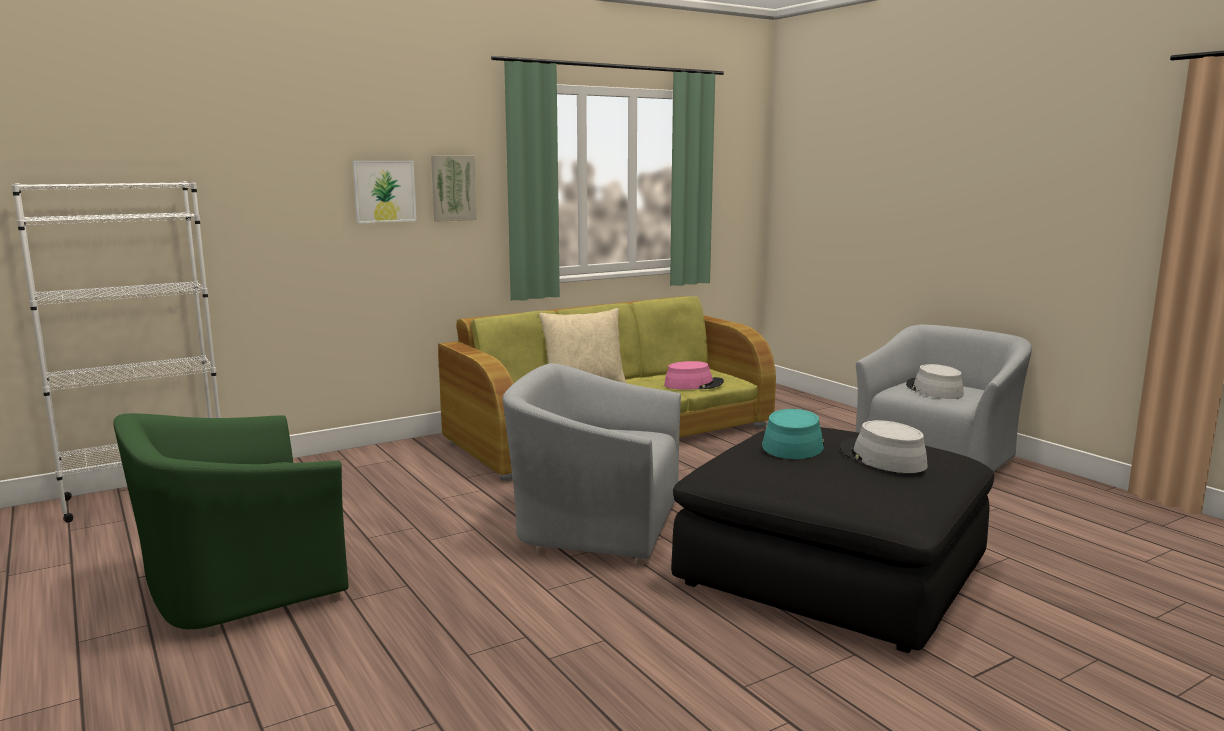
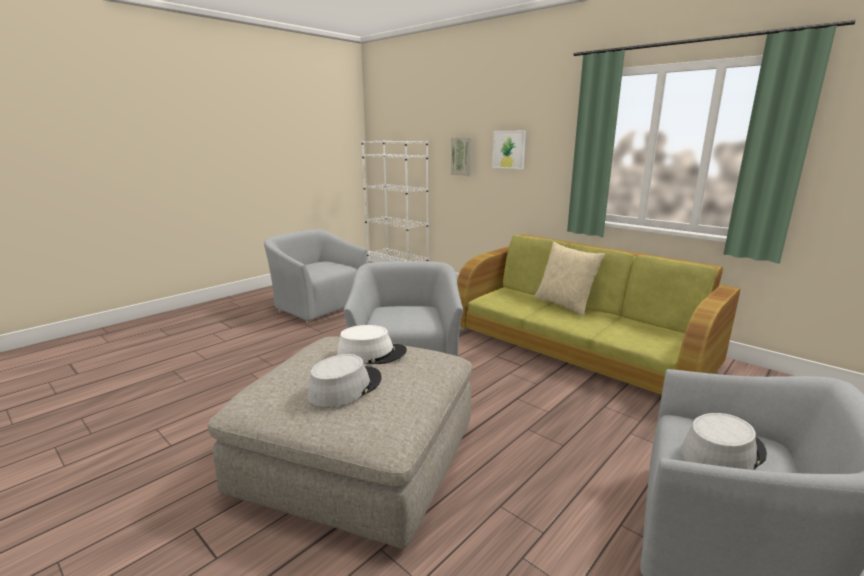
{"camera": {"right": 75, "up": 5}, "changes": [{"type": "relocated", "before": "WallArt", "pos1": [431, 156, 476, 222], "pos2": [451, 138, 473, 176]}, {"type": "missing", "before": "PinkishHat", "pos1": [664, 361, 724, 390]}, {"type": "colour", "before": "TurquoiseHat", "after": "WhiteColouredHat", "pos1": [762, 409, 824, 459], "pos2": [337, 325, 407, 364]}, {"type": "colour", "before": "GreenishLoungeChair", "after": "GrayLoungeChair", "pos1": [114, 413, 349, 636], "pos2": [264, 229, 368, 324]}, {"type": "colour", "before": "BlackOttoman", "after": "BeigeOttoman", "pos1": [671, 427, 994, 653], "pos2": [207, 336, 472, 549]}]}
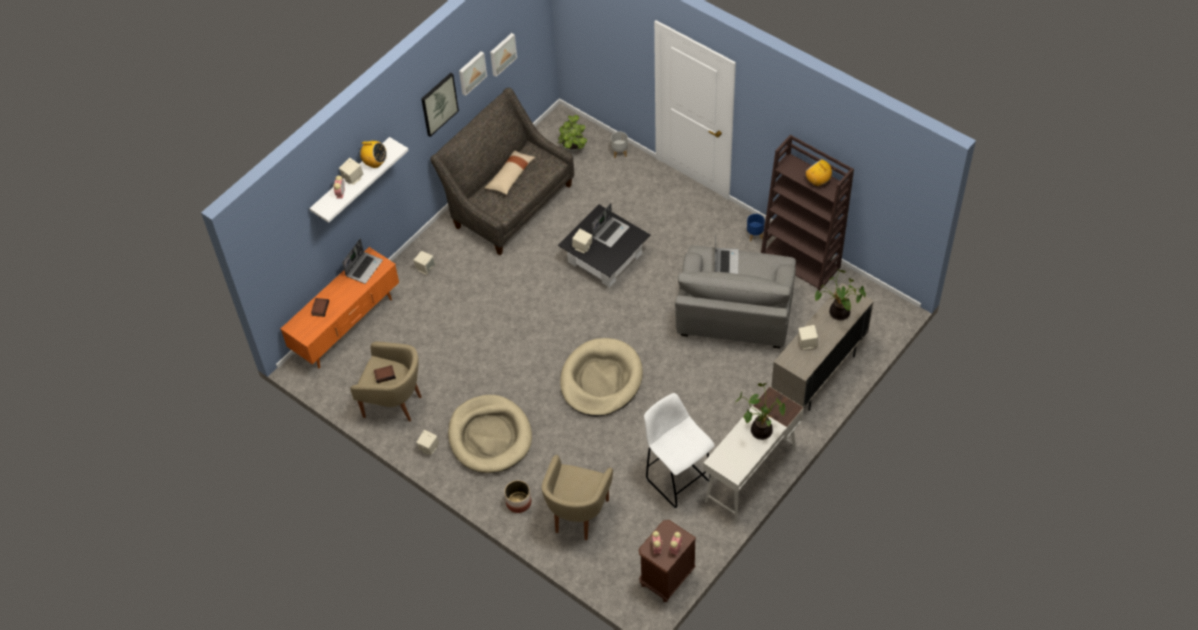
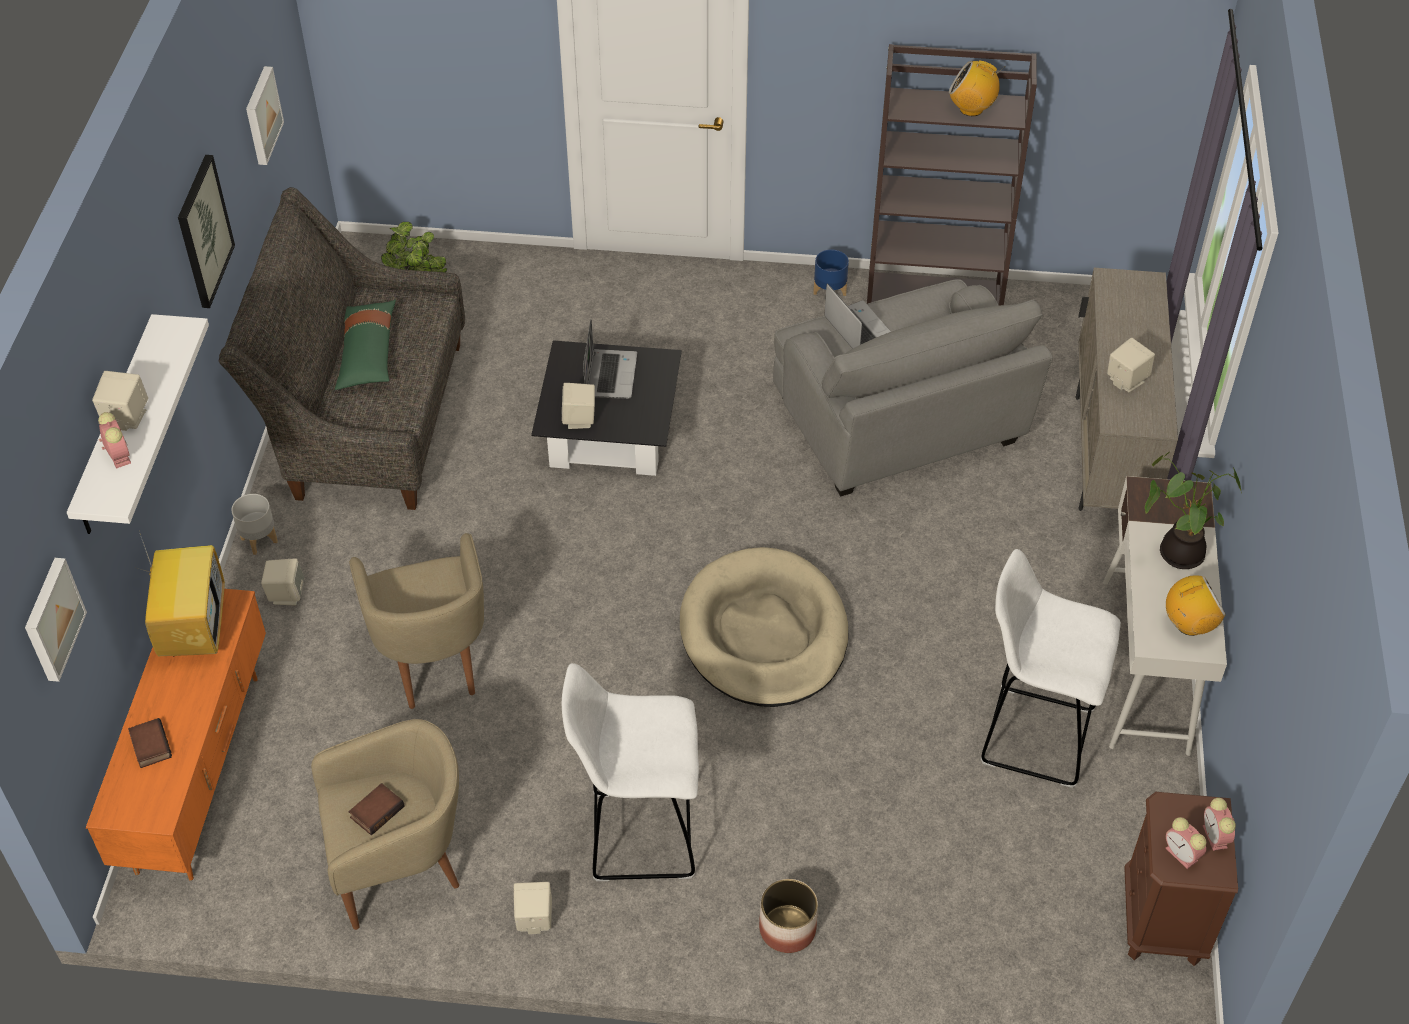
{"camera": {"right": -35, "up": -5}, "changes": [{"type": "relocated", "before": "WallArt", "pos1": [459, 51, 487, 96], "pos2": [25, 558, 87, 682]}, {"type": "relocated", "before": "GrayFlowerPot", "pos1": [611, 131, 628, 158], "pos2": [231, 494, 278, 555]}, {"type": "relocated", "before": "Radio", "pos1": [356, 141, 387, 168], "pos2": [1166, 575, 1226, 636]}, {"type": "colour", "before": "BeigeCushion", "after": "GreenishCushion", "pos1": [485, 150, 535, 195], "pos2": [335, 300, 396, 390]}, {"type": "exchanged", "before": "PortableComputer", "after": "Television", "pos1": [342, 239, 383, 284], "pos2": [138, 531, 225, 656]}, {"type": "missing", "before": "PlantInAPot", "pos1": [815, 269, 866, 320]}, {"type": "exchanged", "before": "BeigeDogBed", "after": "WhiteColouredStool", "pos1": [448, 395, 532, 473], "pos2": [562, 663, 699, 881]}, {"type": "relocated", "before": "BeigeLoungeChair", "pos1": [542, 455, 613, 540], "pos2": [349, 533, 484, 709]}]}
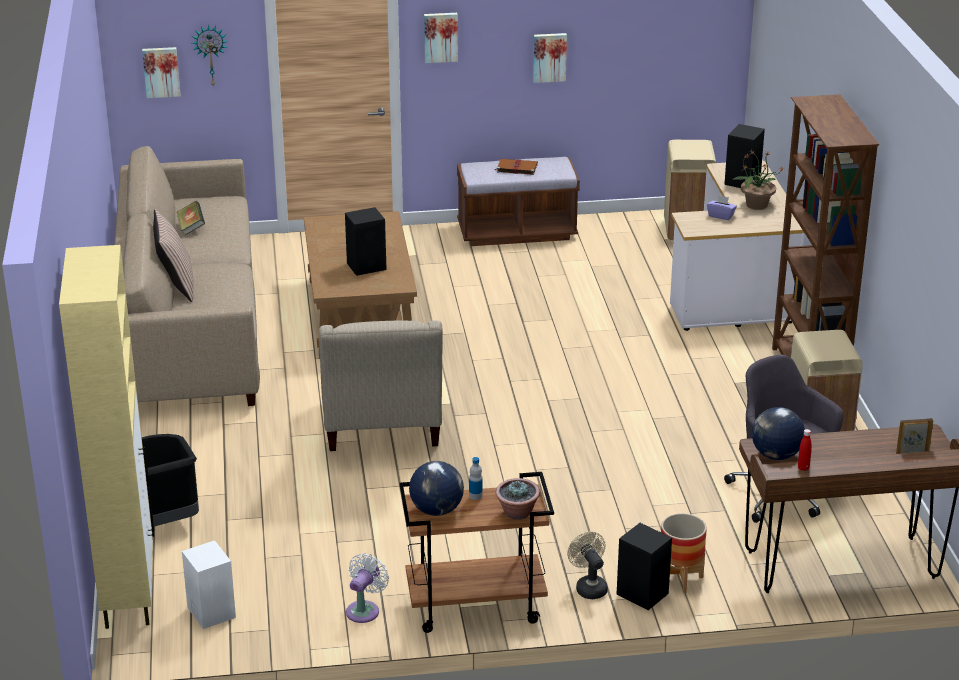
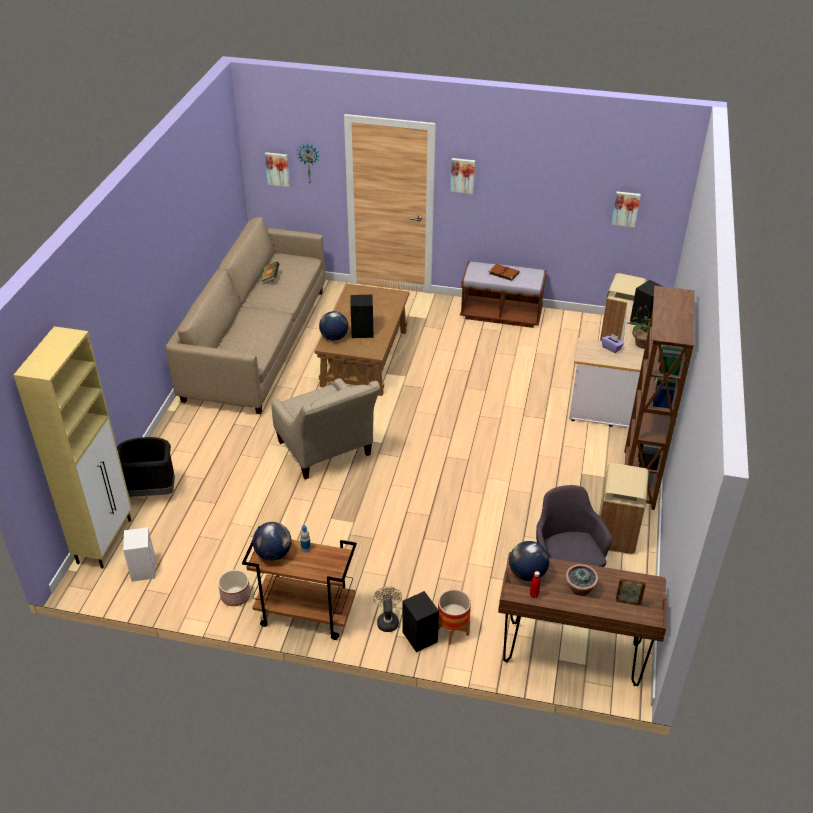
{"camera": {"right": 20, "up": 10}, "changes": [{"type": "relocated", "before": "WallArt", "pos1": [533, 33, 567, 83], "pos2": [611, 191, 641, 227]}, {"type": "missing", "before": "Cushion", "pos1": [153, 209, 194, 302]}, {"type": "spun", "before": "BeigeLoungeChair", "pos1": [319, 320, 443, 451], "pos2": [271, 378, 380, 479], "turn": -45}, {"type": "relocated", "before": "PlantInAPot", "pos1": [496, 478, 540, 520], "pos2": [566, 564, 599, 596]}, {"type": "exchanged", "before": "WhiteColouredCoolingFan", "after": "FlowerPot", "pos1": [346, 553, 389, 623], "pos2": [218, 570, 251, 606]}, {"type": "appeared", "after": "DeskGlobe", "pos2": [319, 311, 348, 341]}]}
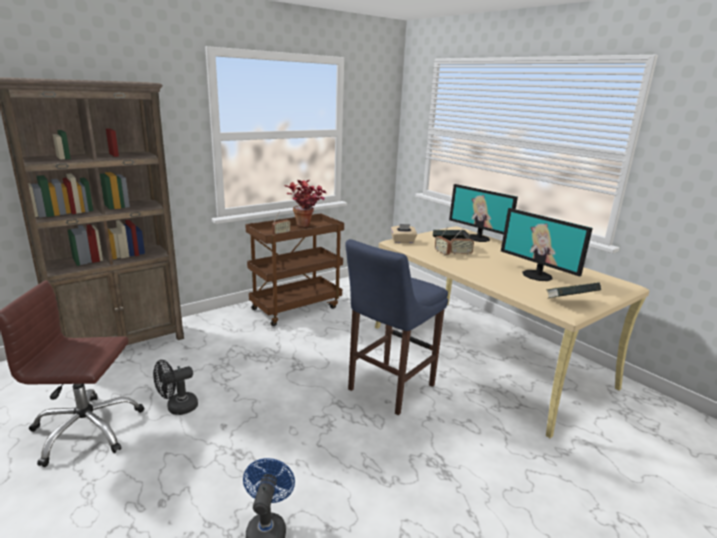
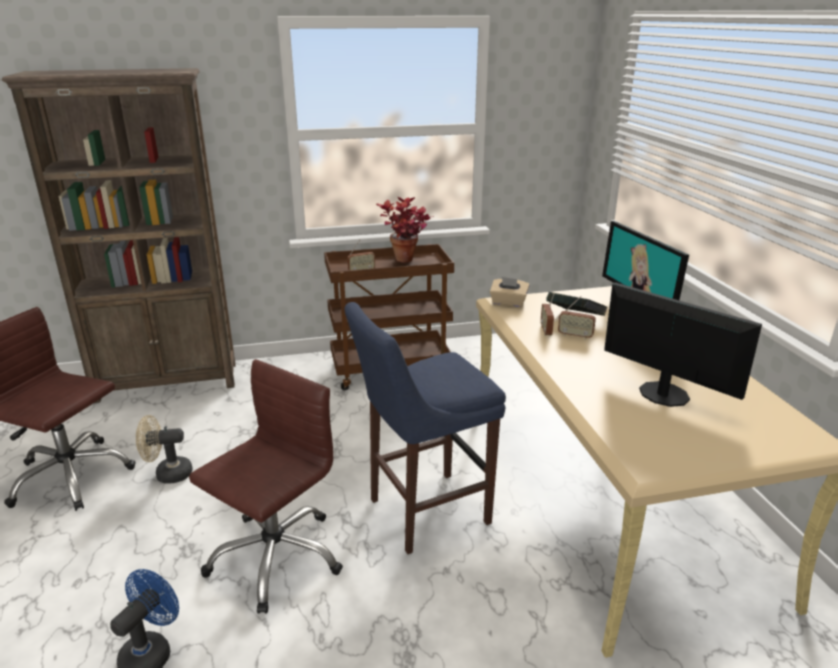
{"camera": {"right": 25, "up": 5}, "changes": [{"type": "spun", "before": "ComputerDisplay", "pos1": [501, 208, 593, 281], "pos2": [604, 282, 762, 407], "turn": 150}, {"type": "missing", "before": "BoundBook", "pos1": [547, 282, 601, 299]}, {"type": "colour", "before": "BlackCoolingFan", "after": "BeigeCoolingFan", "pos1": [153, 360, 198, 415], "pos2": [136, 415, 192, 484]}, {"type": "appeared", "after": "BrownColouredDeskChair", "pos2": [189, 359, 343, 614]}]}
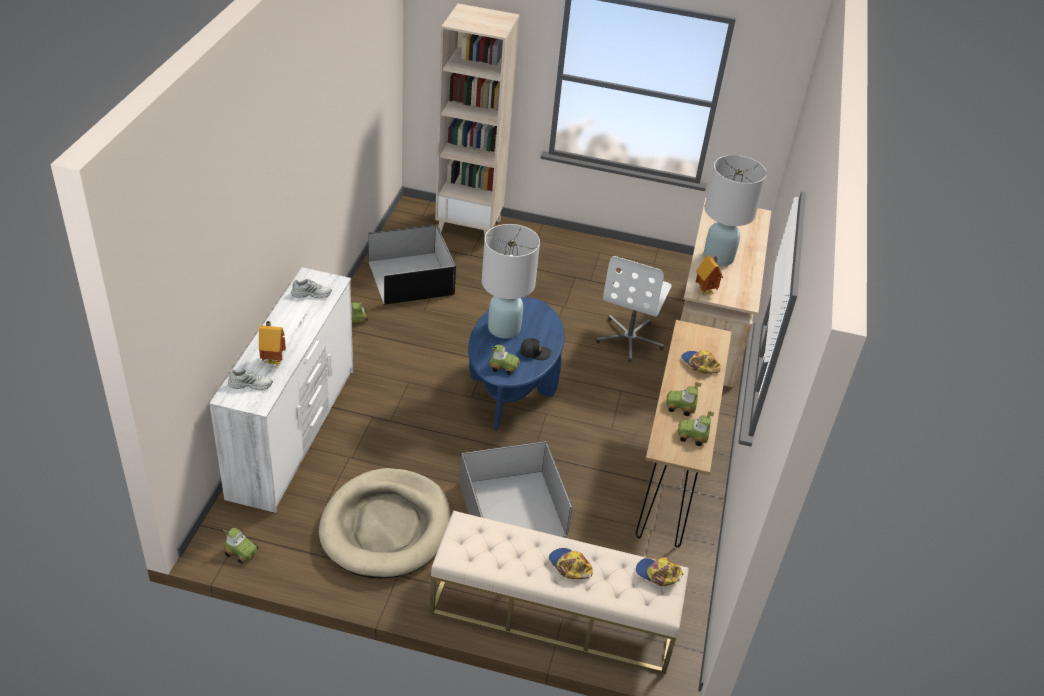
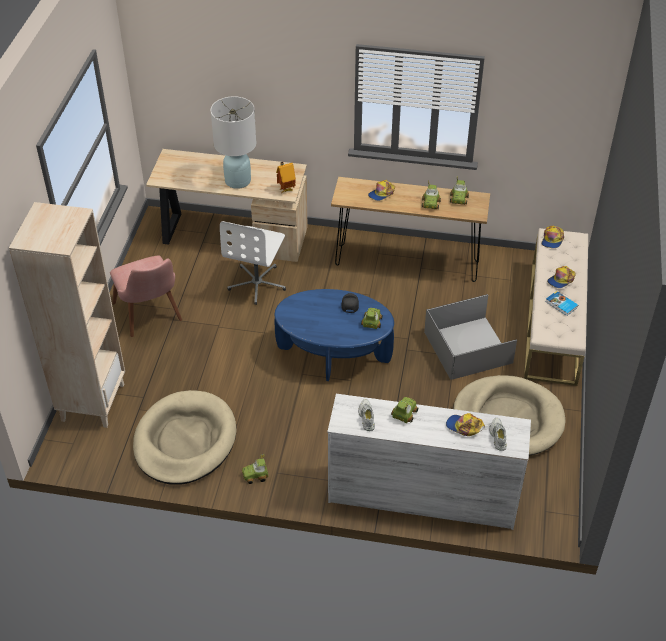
{"camera": {"right": -90, "up": 5}, "changes": [{"type": "missing", "before": "WhiteColouredLampForATable", "pos1": [482, 224, 540, 339]}, {"type": "exchanged", "before": "BlackStorageBin", "after": "BeigeDogBed", "pos1": [368, 225, 456, 305], "pos2": [133, 390, 237, 485]}, {"type": "spun", "before": "WhiteColouredDeskChair", "pos1": [596, 256, 672, 362], "pos2": [220, 221, 286, 305], "turn": 90}, {"type": "exchanged", "before": "ToyHouse", "after": "PeakedCap", "pos1": [259, 321, 286, 366], "pos2": [446, 413, 485, 436]}, {"type": "relocated", "before": "ToyCar", "pos1": [223, 528, 258, 564], "pos2": [391, 397, 418, 423]}, {"type": "appeared", "after": "PinkishChair", "pos2": [110, 256, 182, 337]}, {"type": "appeared", "after": "BoundBook", "pos2": [545, 291, 578, 316]}]}
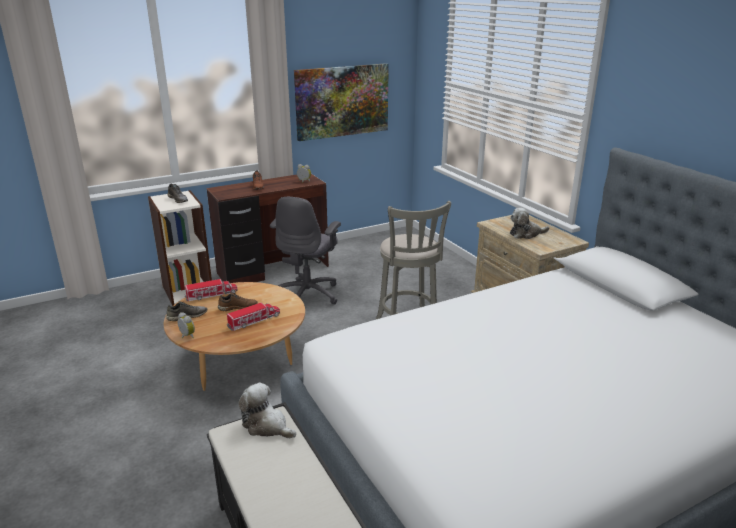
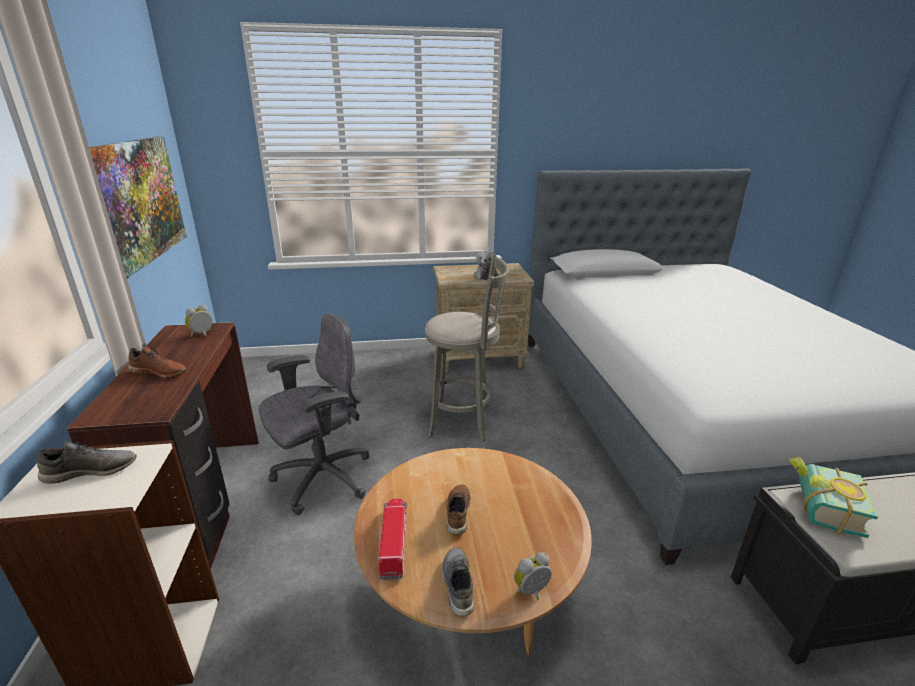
{"camera": {"right": -70, "up": 0}, "changes": [{"type": "spun", "before": "GrayDeskChair", "pos1": [270, 197, 341, 304], "pos2": [258, 314, 370, 515], "turn": -75}, {"type": "missing", "before": "ToyTruck", "pos1": [227, 303, 280, 331]}, {"type": "exchanged", "before": "SoftToy", "after": "BoundBook", "pos1": [238, 383, 296, 439], "pos2": [789, 457, 878, 538]}]}
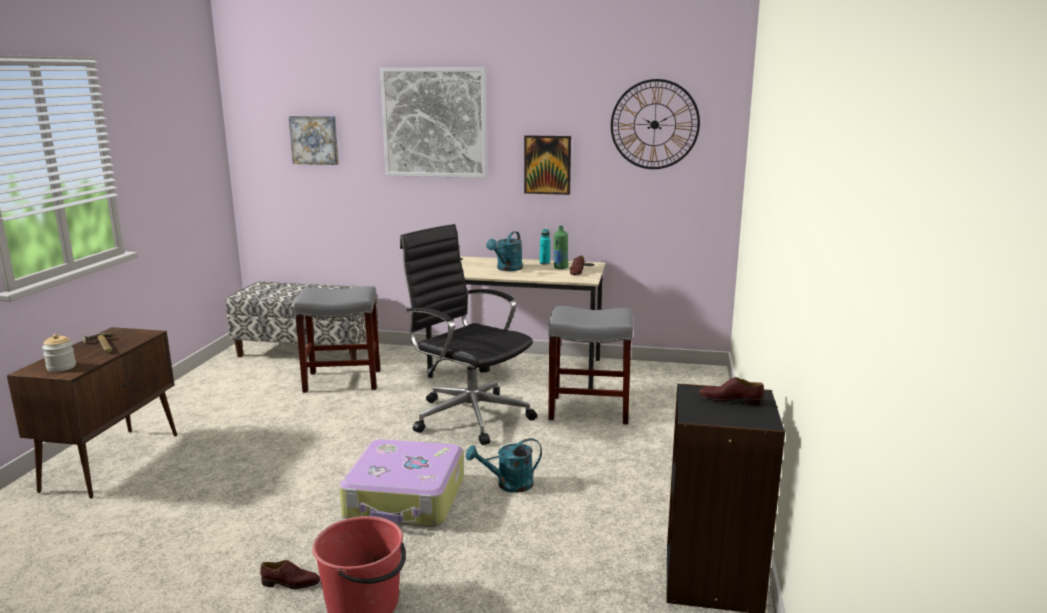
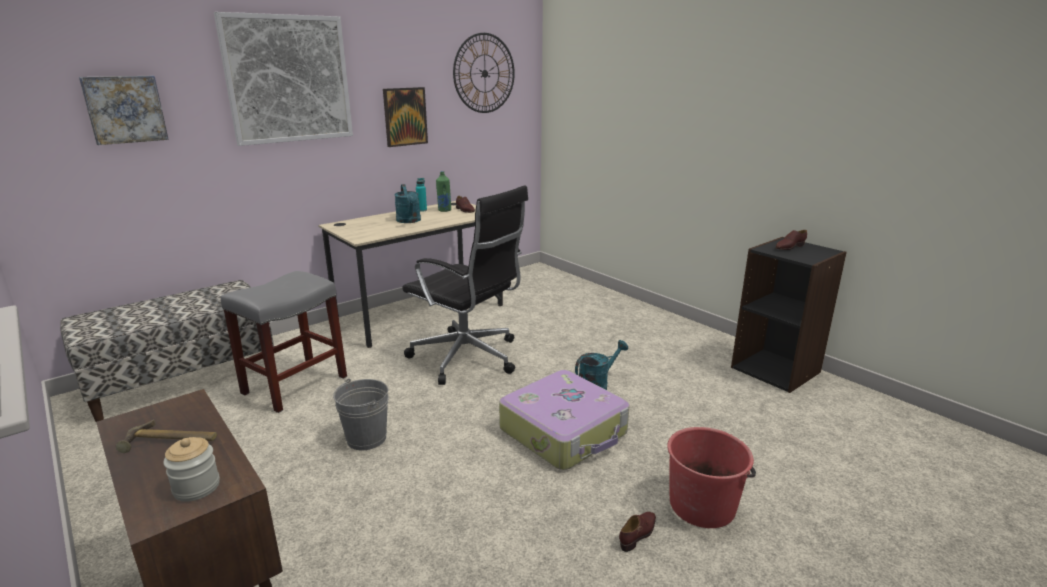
{"camera": {"right": -50, "up": 5}, "changes": [{"type": "spun", "before": "BlackDeskChair", "pos1": [400, 224, 537, 445], "pos2": [402, 185, 528, 385], "turn": -135}, {"type": "missing", "before": "GrayStool", "pos1": [548, 306, 633, 425]}, {"type": "spun", "before": "TurquoiseWateringPot", "pos1": [466, 438, 542, 493], "pos2": [575, 340, 628, 390], "turn": -150}, {"type": "appeared", "after": "GrayBucket", "pos2": [333, 378, 389, 450]}]}
